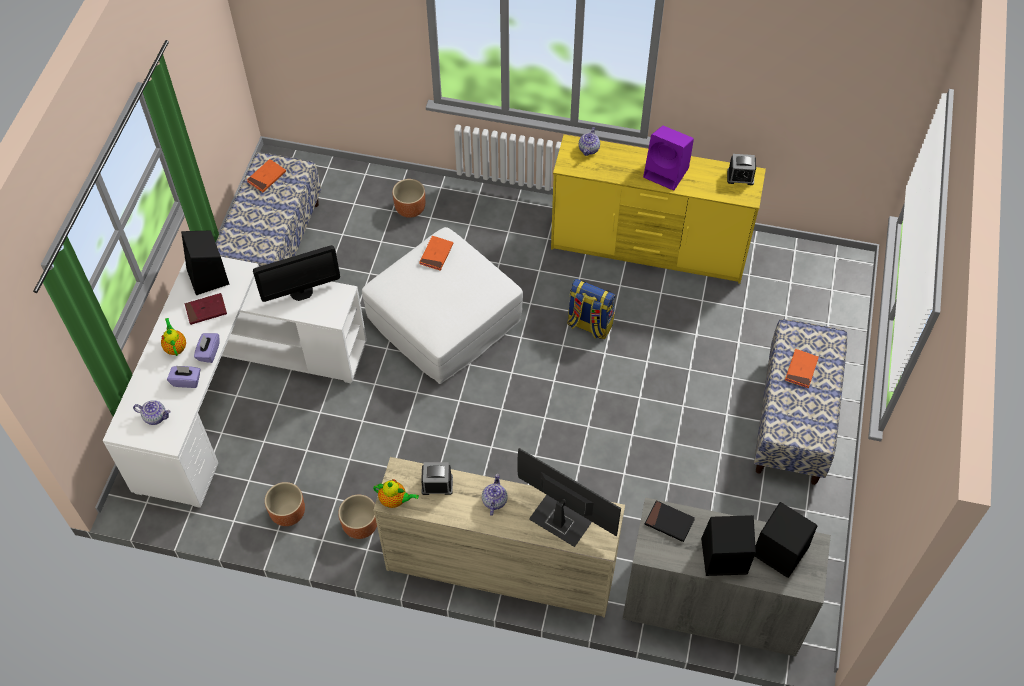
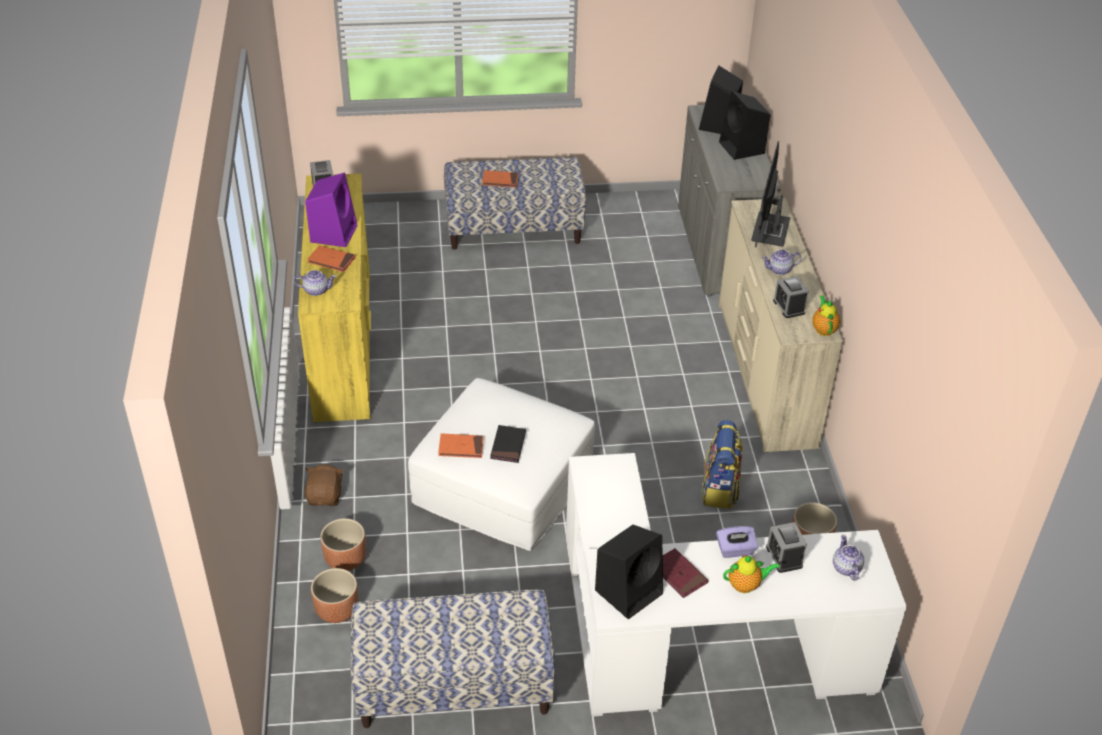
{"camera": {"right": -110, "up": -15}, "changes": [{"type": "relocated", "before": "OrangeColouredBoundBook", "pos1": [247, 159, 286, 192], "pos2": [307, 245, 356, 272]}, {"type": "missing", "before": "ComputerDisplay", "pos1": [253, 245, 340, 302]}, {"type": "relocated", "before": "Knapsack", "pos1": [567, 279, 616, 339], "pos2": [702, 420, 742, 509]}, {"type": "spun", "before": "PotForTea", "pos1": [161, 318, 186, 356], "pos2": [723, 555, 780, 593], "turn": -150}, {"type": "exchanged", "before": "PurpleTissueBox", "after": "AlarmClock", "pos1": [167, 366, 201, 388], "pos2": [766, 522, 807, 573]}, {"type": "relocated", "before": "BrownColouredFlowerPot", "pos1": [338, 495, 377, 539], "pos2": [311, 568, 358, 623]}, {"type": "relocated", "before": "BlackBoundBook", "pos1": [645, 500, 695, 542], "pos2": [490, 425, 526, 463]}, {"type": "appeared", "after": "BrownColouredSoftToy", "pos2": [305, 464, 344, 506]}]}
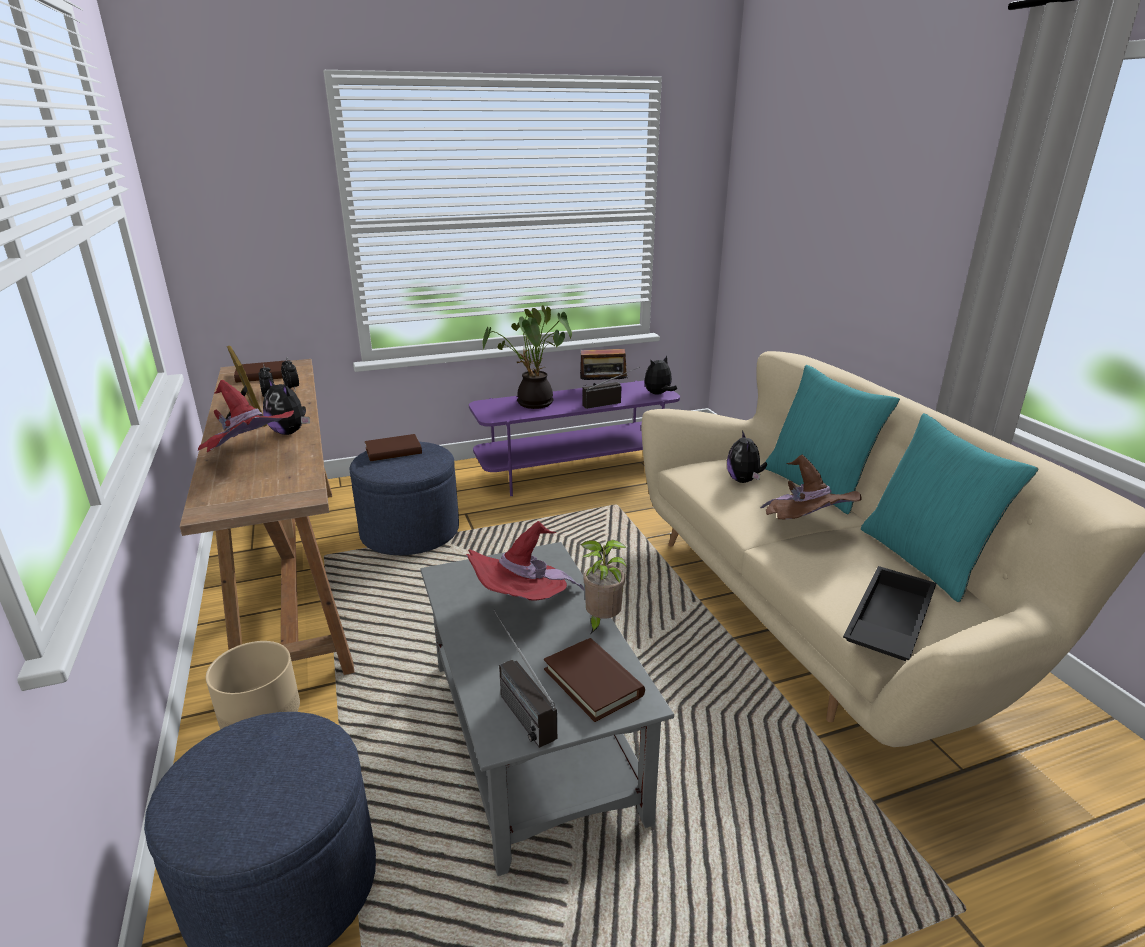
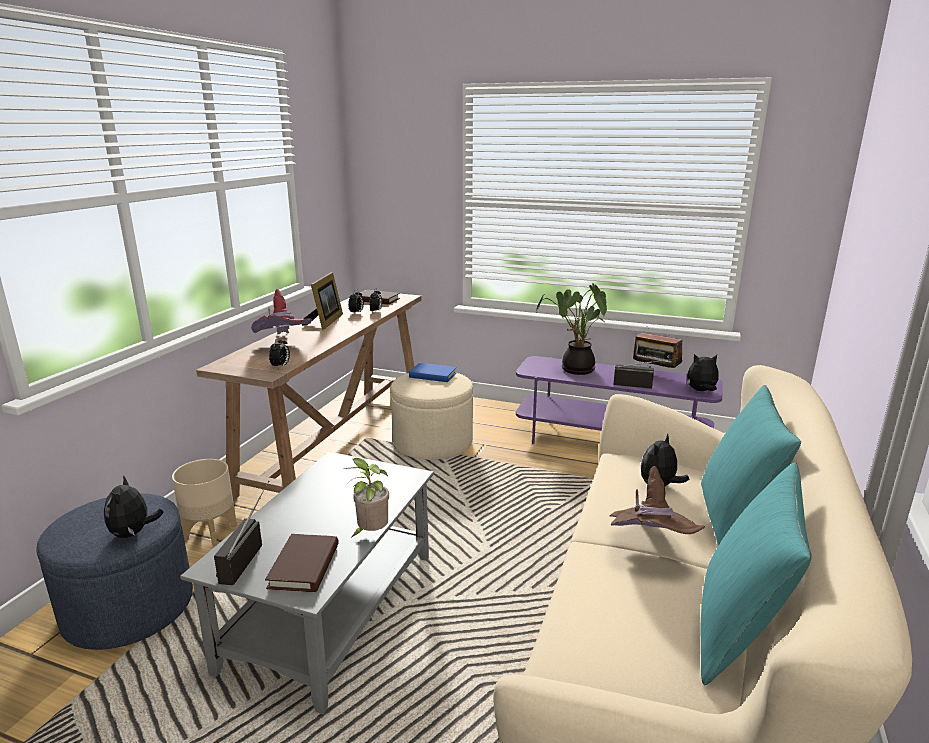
{"camera": {"right": 40, "up": -5}, "changes": [{"type": "relocated", "before": "SoftToy", "pos1": [263, 379, 310, 435], "pos2": [104, 475, 164, 538]}, {"type": "colour", "before": "BrownColouredBoundBook", "after": "BluishBoundBook", "pos1": [365, 434, 422, 461], "pos2": [409, 363, 457, 382]}, {"type": "colour", "before": "BluishOttoman", "after": "BeigeOttoman", "pos1": [349, 442, 459, 555], "pos2": [391, 373, 473, 460]}, {"type": "missing", "before": "RedColouredHat", "pos1": [466, 521, 585, 600]}, {"type": "missing", "before": "BlackServingTray", "pos1": [843, 566, 937, 661]}, {"type": "appeared", "after": "AlarmClock", "pos2": [269, 337, 290, 369]}]}
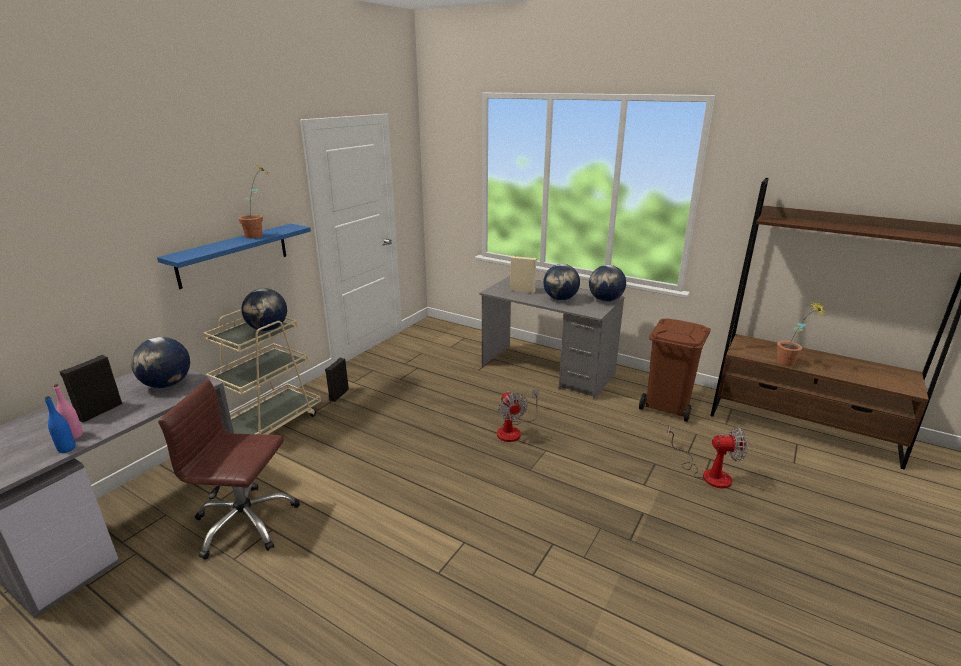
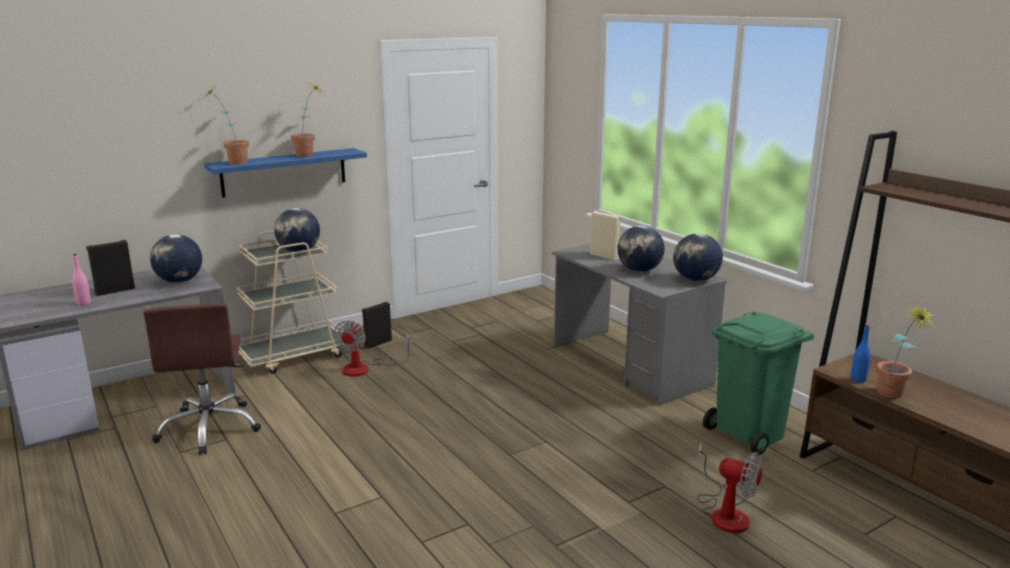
{"camera": {"right": 25, "up": -5}, "changes": [{"type": "colour", "before": "BrownColouredRubbishBin", "after": "GreenishRubbishBin", "pos1": [639, 319, 711, 422], "pos2": [703, 311, 814, 455]}, {"type": "spun", "before": "BrownColouredDeskChair", "pos1": [158, 380, 300, 560], "pos2": [143, 303, 261, 455], "turn": -135}, {"type": "relocated", "before": "CoolingFan", "pos1": [497, 389, 538, 442], "pos2": [333, 321, 413, 377]}, {"type": "relocated", "before": "BluishBeverageBottle", "pos1": [45, 396, 76, 453], "pos2": [851, 325, 871, 383]}, {"type": "appeared", "after": "PlantInAPot", "pos2": [205, 87, 249, 165]}]}
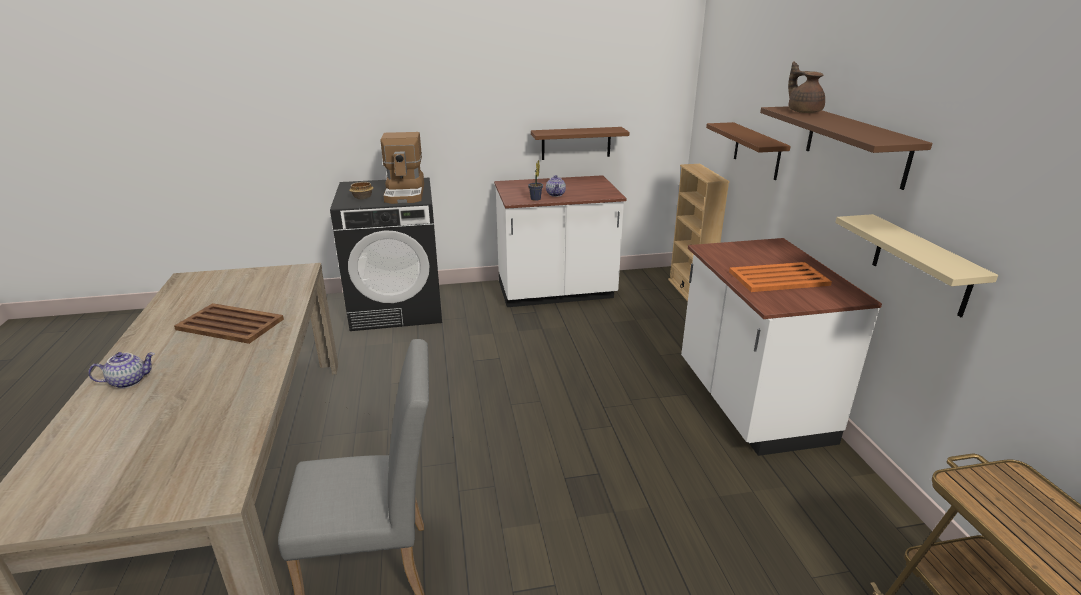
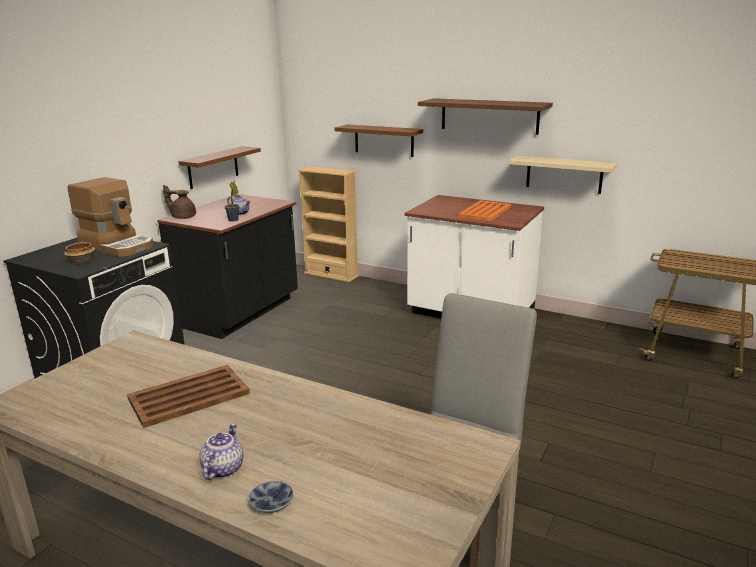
{"camera": {"right": -50, "up": -5}, "changes": [{"type": "relocated", "before": "BrownColouredPotForTea", "pos1": [788, 61, 825, 113], "pos2": [163, 185, 196, 219]}, {"type": "colour", "before": "WhiteColouredKitchenCounter", "after": "BlackKitchenCounter", "pos1": [494, 175, 627, 307], "pos2": [157, 194, 298, 339]}, {"type": "appeared", "after": "DeepDish", "pos2": [249, 481, 294, 513]}]}
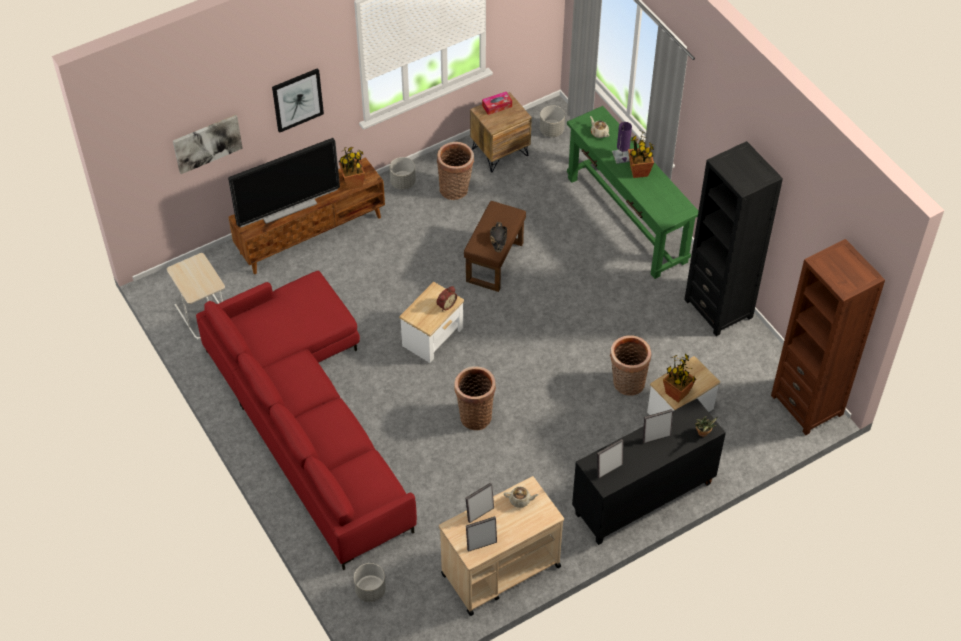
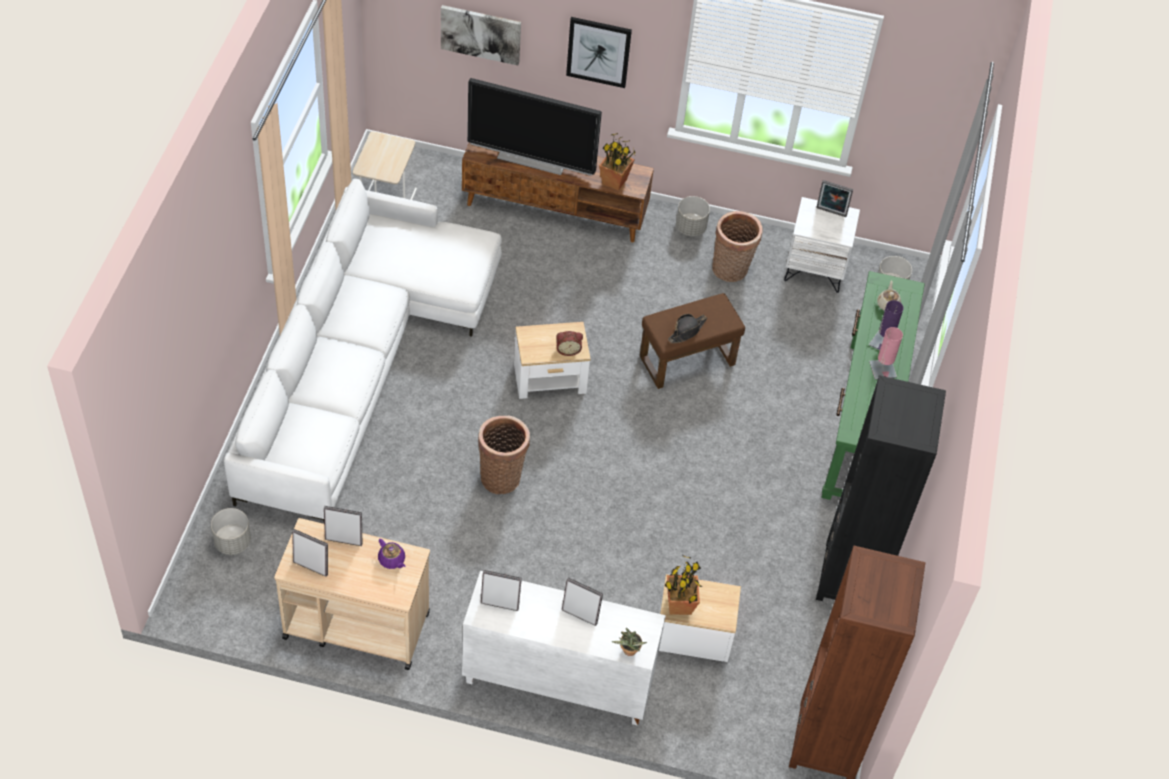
{"camera": {"right": 40, "up": 0}, "changes": [{"type": "colour", "before": "BrownColouredNightTable", "after": "WhiteColouredNightTable", "pos1": [470, 92, 532, 172], "pos2": [784, 197, 860, 293]}, {"type": "exchanged", "before": "TissueBox", "after": "StandingFrame", "pos1": [482, 92, 512, 115], "pos2": [816, 180, 853, 217]}, {"type": "exchanged", "before": "PlantInAPot", "after": "PinkishLampForATable", "pos1": [628, 131, 654, 178], "pos2": [869, 327, 903, 380]}, {"type": "colour", "before": "RedColouredSofa", "after": "WhiteColouredSofa", "pos1": [196, 271, 417, 570], "pos2": [224, 179, 502, 520]}, {"type": "missing", "before": "Basket", "pos1": [610, 335, 651, 395]}, {"type": "colour", "before": "BlackCupboard", "after": "WhiteColouredCupboard", "pos1": [572, 399, 726, 545], "pos2": [462, 571, 666, 726]}, {"type": "colour", "before": "BeigePotForTea", "after": "PurplePotForTea", "pos1": [504, 487, 539, 508], "pos2": [378, 539, 405, 569]}]}
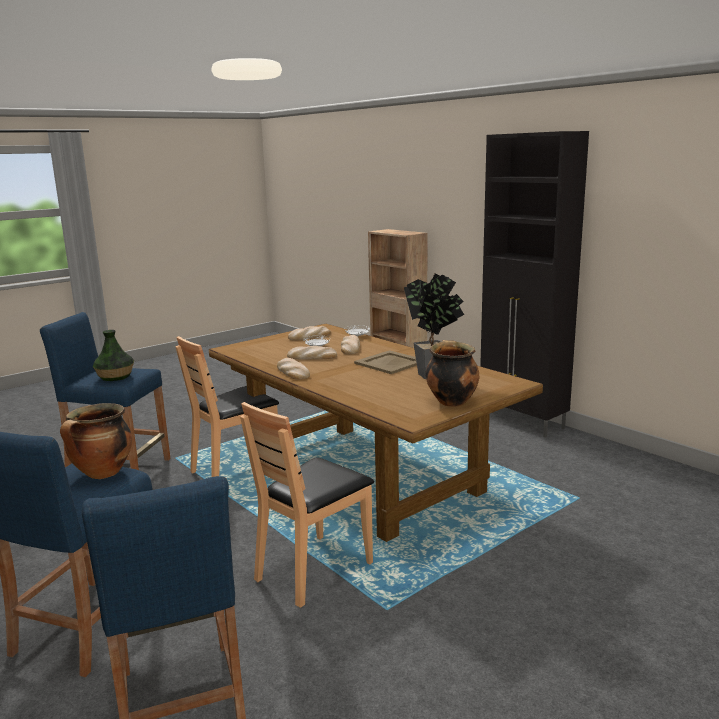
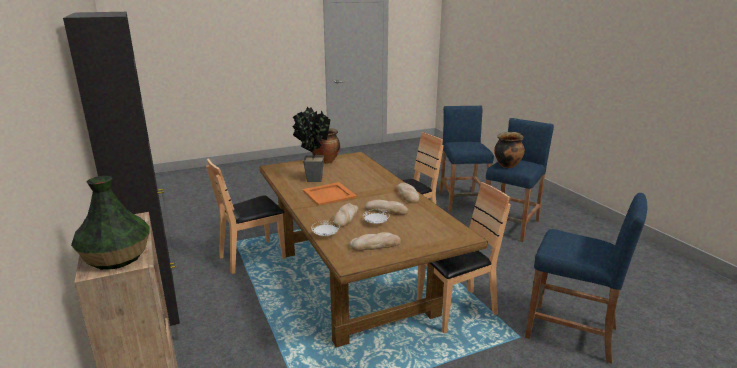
{"camera": {"right": -165, "up": 5}, "changes": [{"type": "relocated", "before": "Vase", "pos1": [93, 330, 134, 381], "pos2": [71, 176, 150, 270]}, {"type": "colour", "before": "BeigeServingTray", "after": "OrangeColouredServingTray", "pos1": [354, 350, 417, 374], "pos2": [303, 182, 357, 206]}, {"type": "appeared", "after": "BrownColouredChair", "pos2": [206, 158, 286, 274]}]}
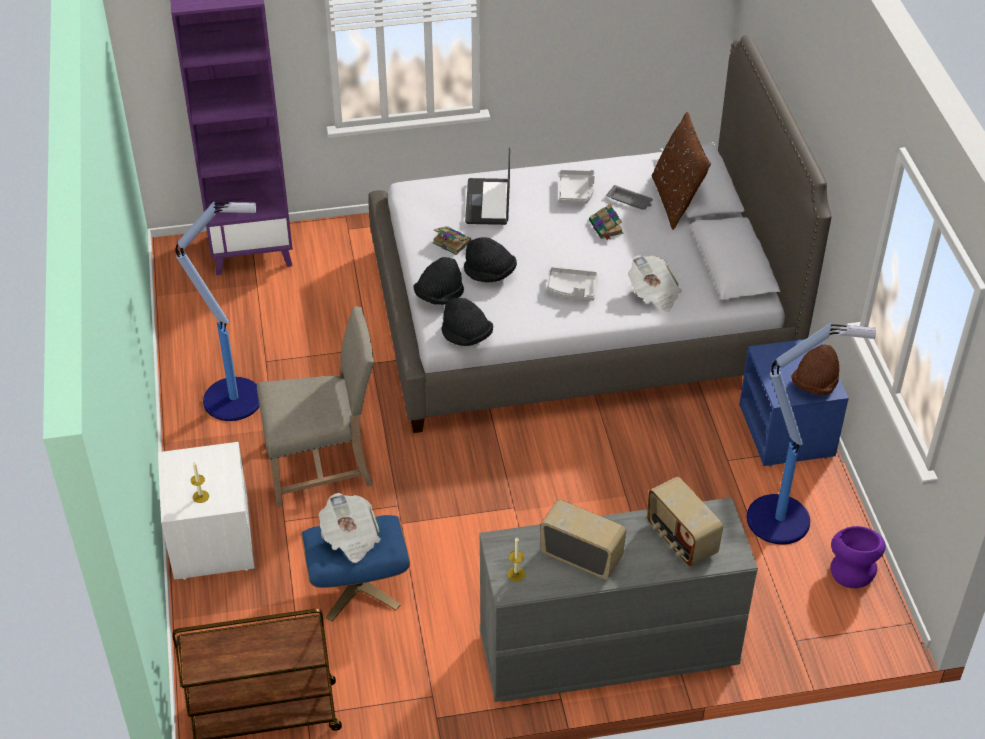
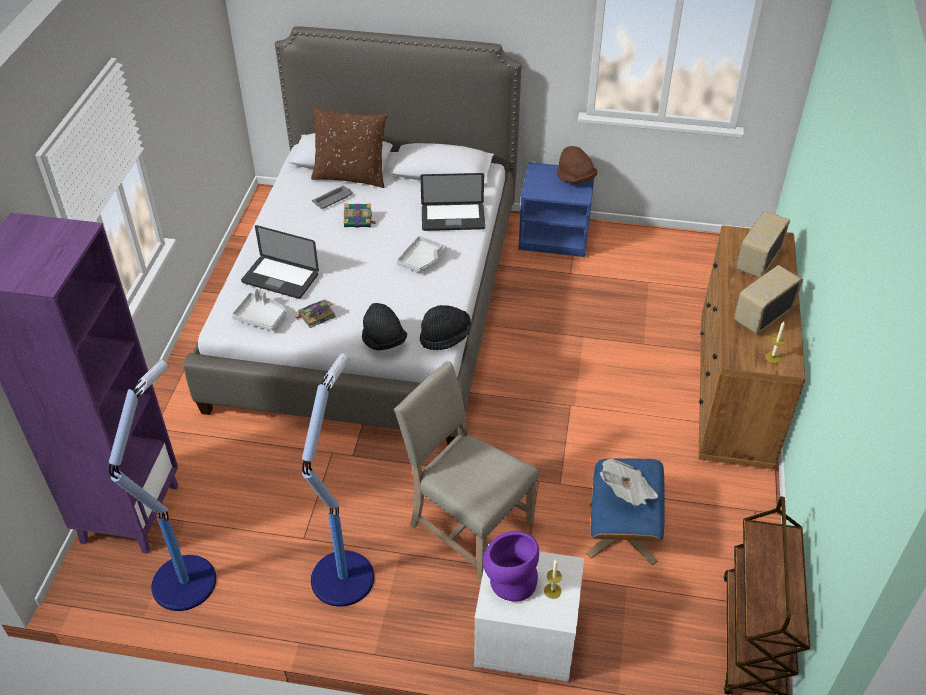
{"camera": {"right": -70, "up": 0}, "changes": [{"type": "relocated", "before": "GrayServingTray", "pos1": [558, 170, 595, 204], "pos2": [232, 288, 287, 331]}, {"type": "missing", "before": "BlackHat", "pos1": [464, 237, 517, 282]}, {"type": "exchanged", "before": "PrintedPaper", "after": "PortableComputer", "pos1": [628, 255, 682, 312], "pos2": [420, 173, 485, 231]}, {"type": "spun", "before": "BeigeChair", "pos1": [257, 306, 375, 507], "pos2": [394, 361, 539, 580], "turn": -60}, {"type": "relocated", "before": "StandardLamp", "pos1": [747, 323, 876, 544], "pos2": [109, 360, 216, 611]}, {"type": "spun", "before": "Radio", "pos1": [647, 477, 723, 567], "pos2": [736, 211, 790, 278], "turn": 135}, {"type": "colour", "before": "GrayChestOfDrawers", "after": "BrownColouredChestOfDrawers", "pos1": [479, 497, 758, 702], "pos2": [698, 225, 805, 469]}, {"type": "relocated", "before": "PurpleVase", "pos1": [831, 526, 886, 588], "pos2": [483, 531, 539, 602]}]}
